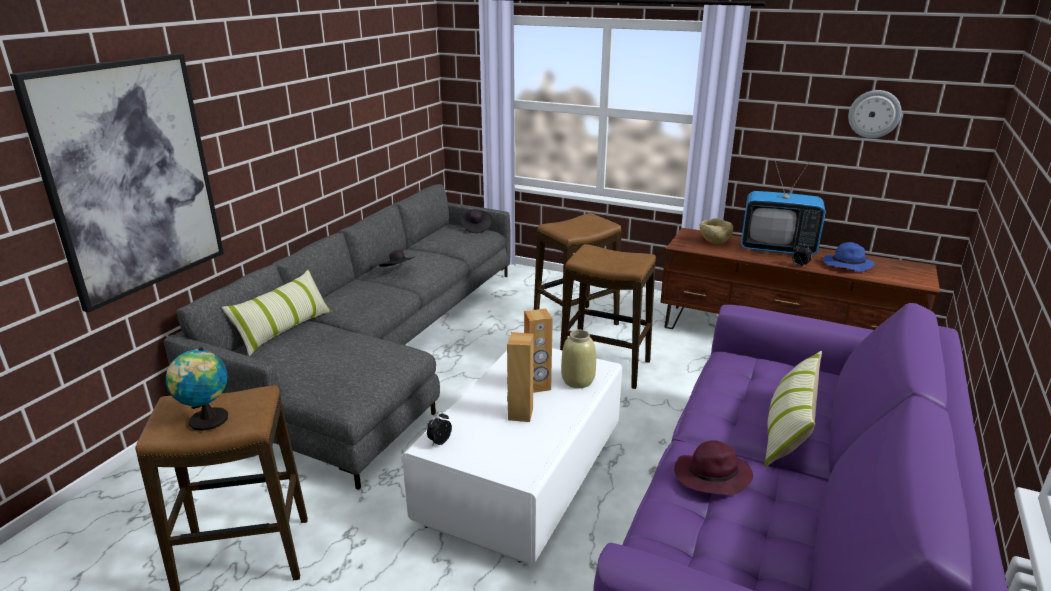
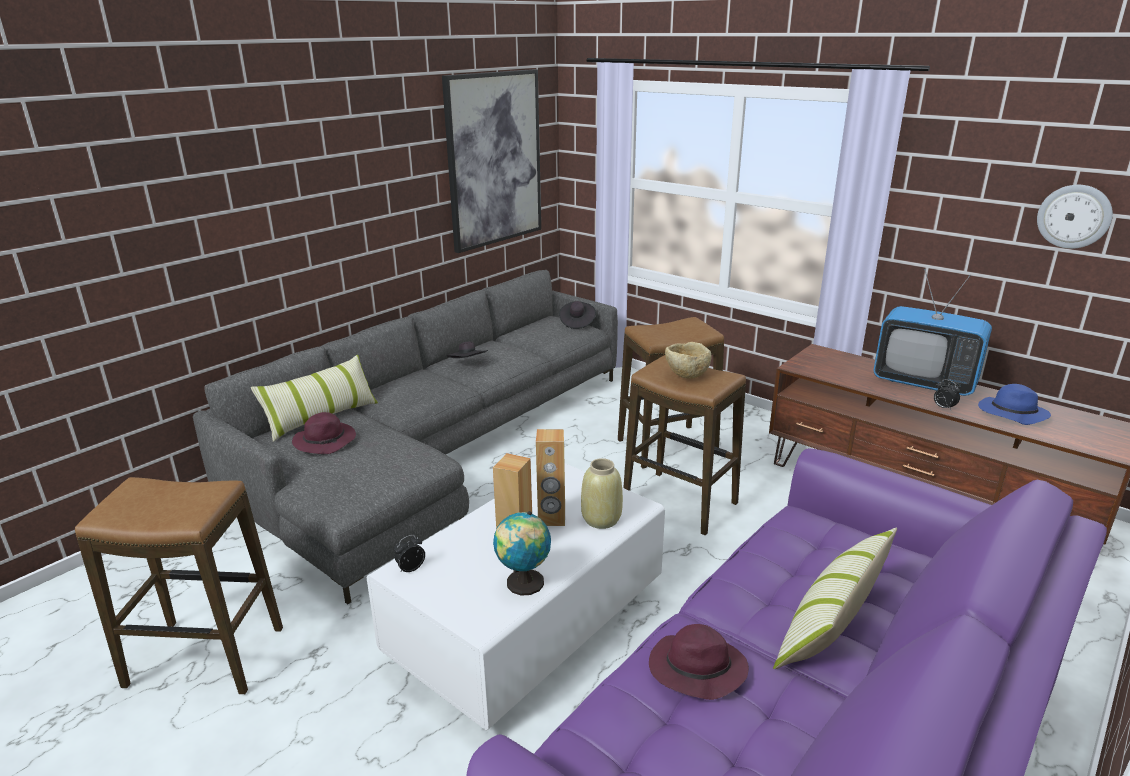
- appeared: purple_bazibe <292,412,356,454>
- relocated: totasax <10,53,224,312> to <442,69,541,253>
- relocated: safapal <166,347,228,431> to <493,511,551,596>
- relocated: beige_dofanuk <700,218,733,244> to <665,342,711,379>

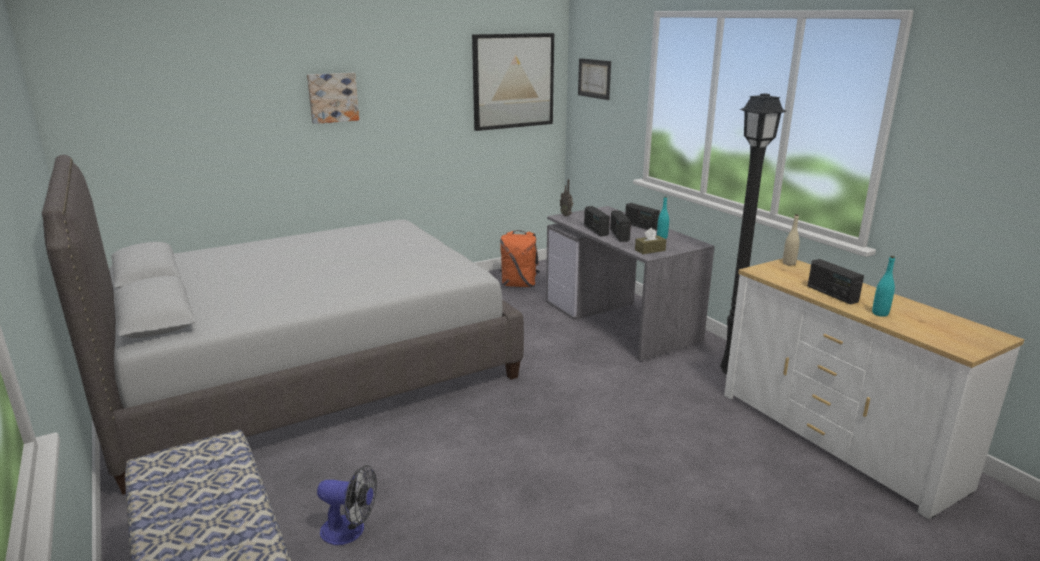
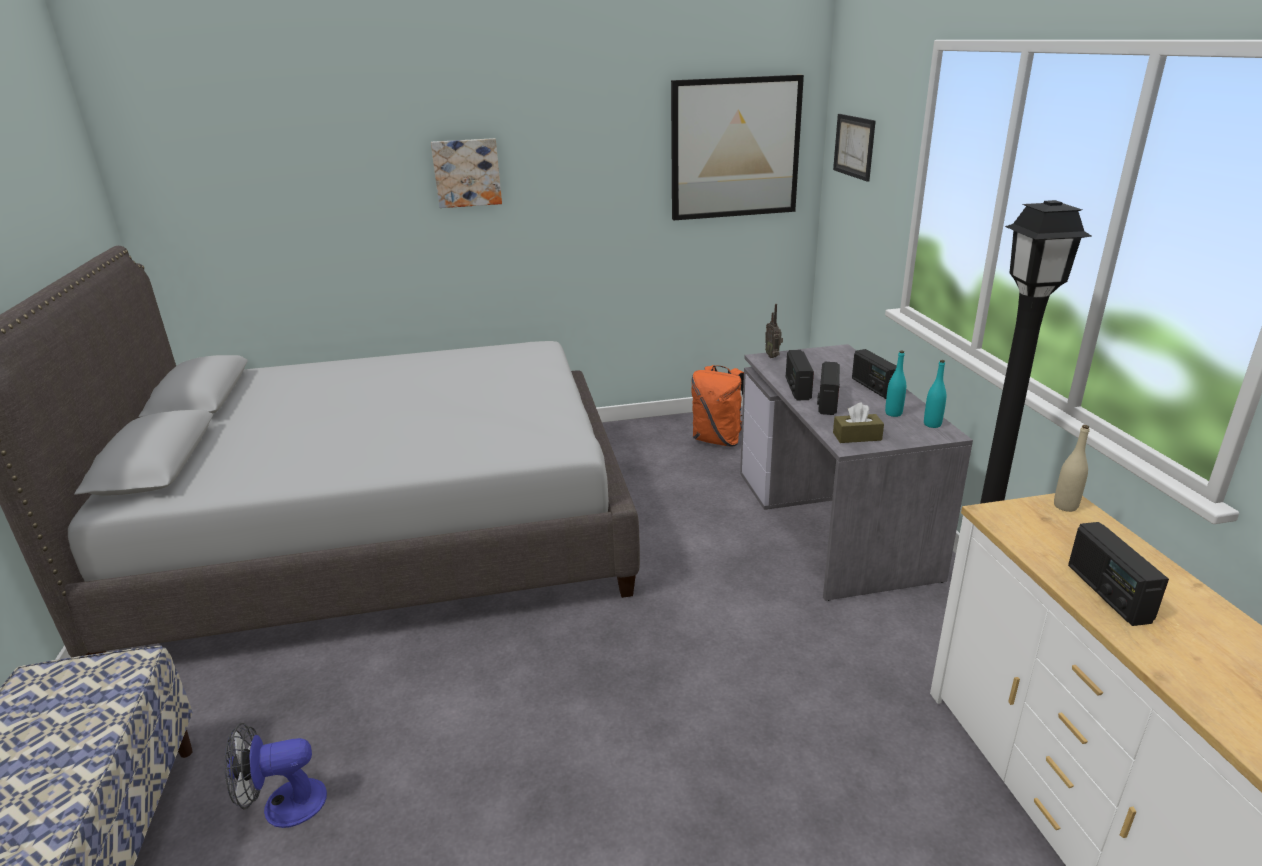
- relocated: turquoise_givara <872,256,895,317> to <924,360,946,428>
- spun: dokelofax <317,465,377,545> = <225,723,327,828> 135 degrees clockwise

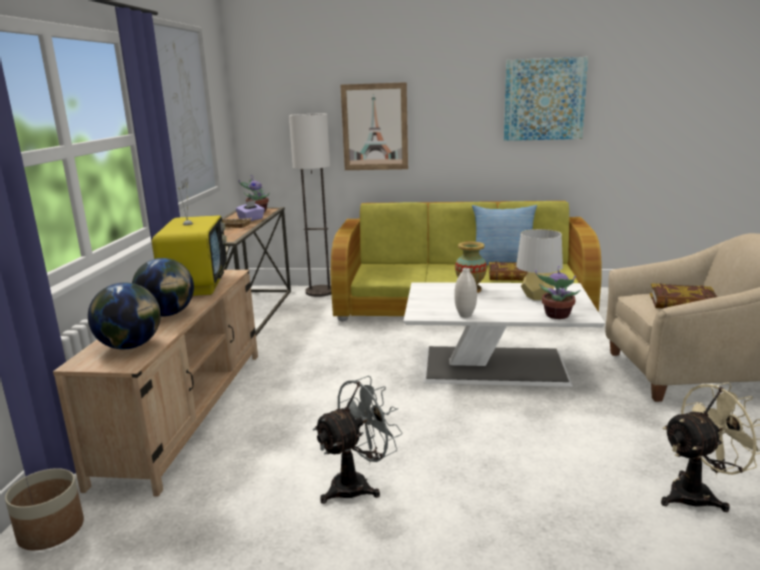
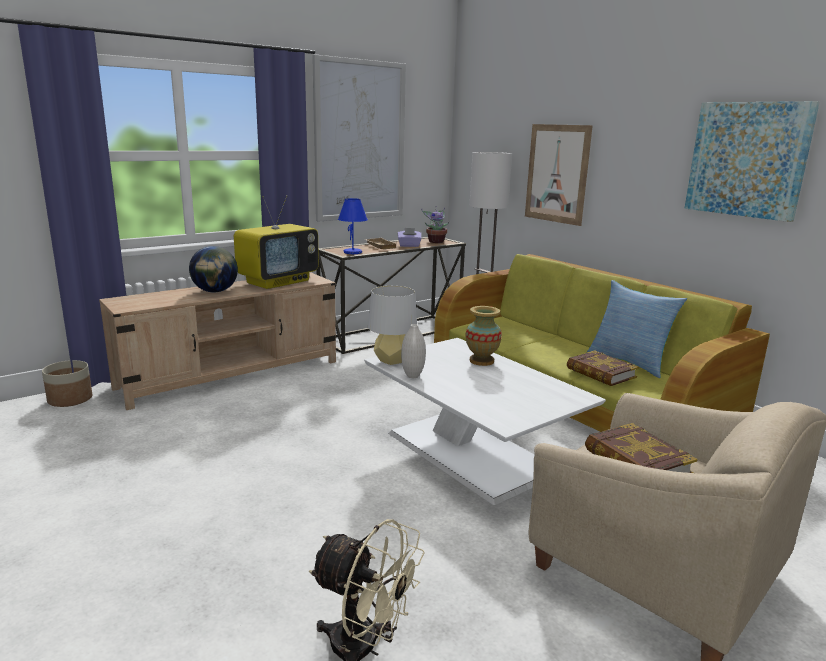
- missing: safapal <88,282,161,349>
- missing: grey_dokelofax <313,376,403,504>
- missing: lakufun <535,266,580,319>
- appeared: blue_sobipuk <338,198,368,254>
- relocated: grey_sobipuk <516,229,563,300> to <368,286,417,365>

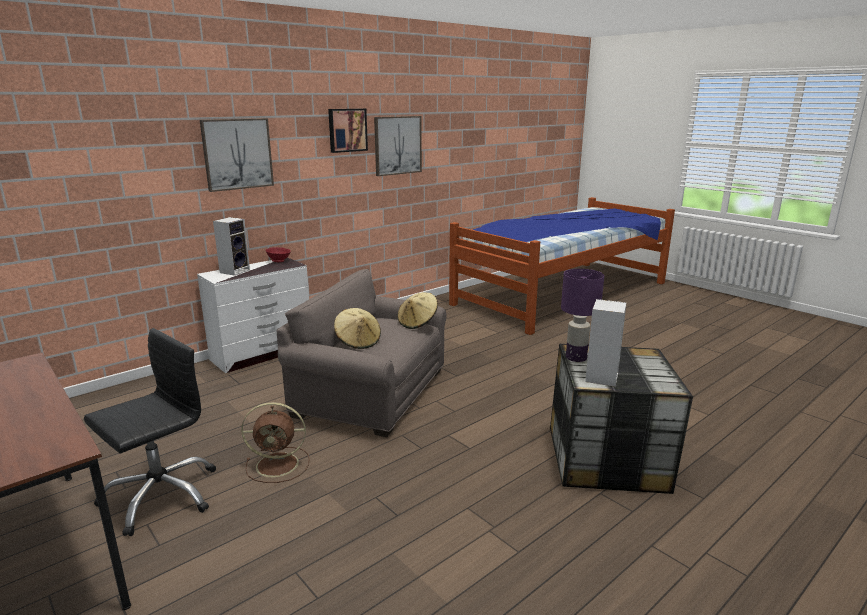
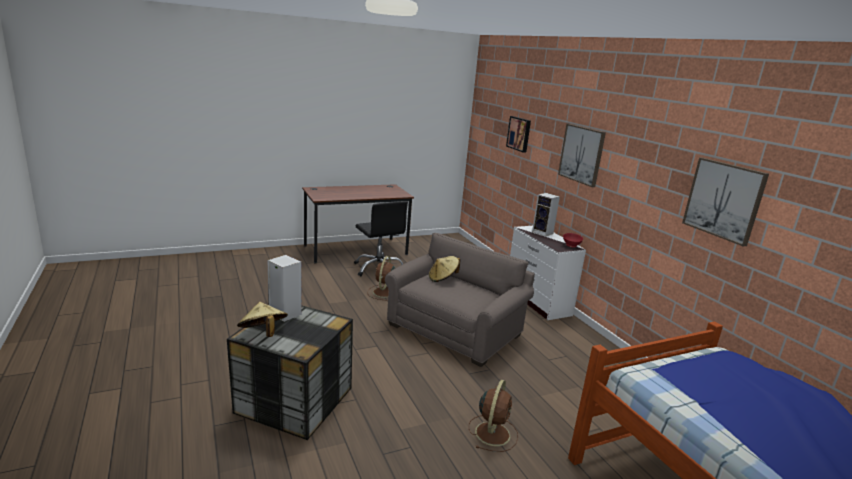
- missing: purple_sobipuk <561,269,604,362>
- appeared: brown_dokelofax <469,380,518,452>
- relocated: totasax <328,108,368,153> to <506,116,531,152>
- relocated: beige_bazibe <398,292,438,329> to <237,302,288,337>

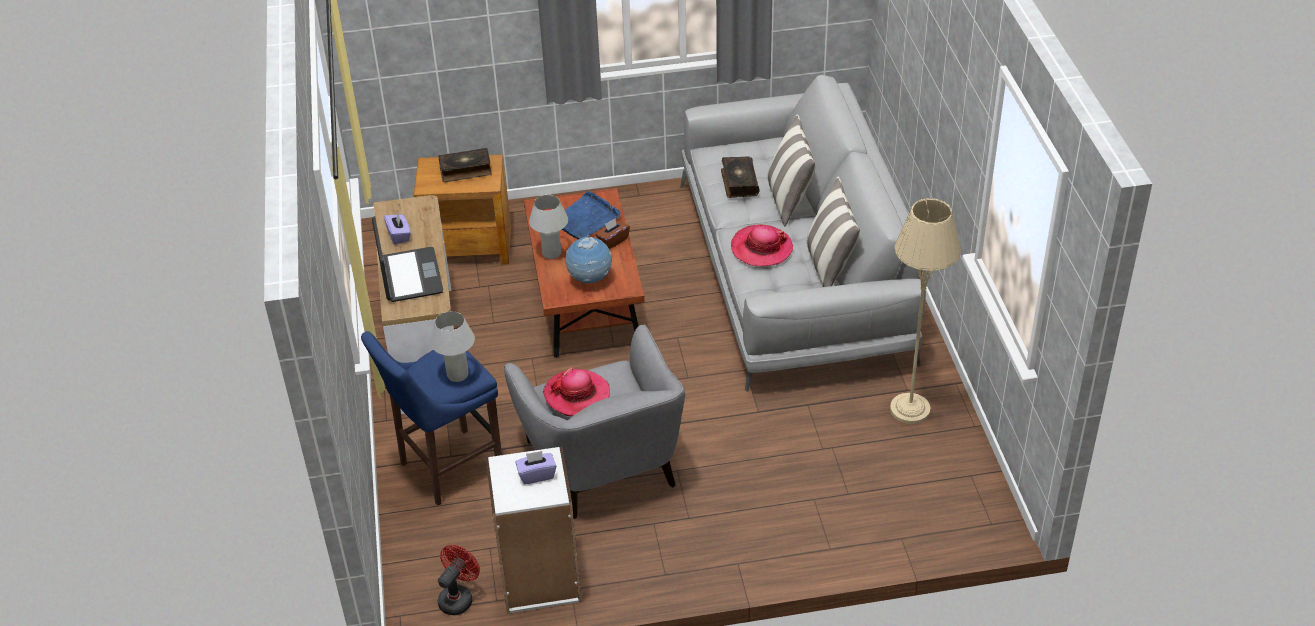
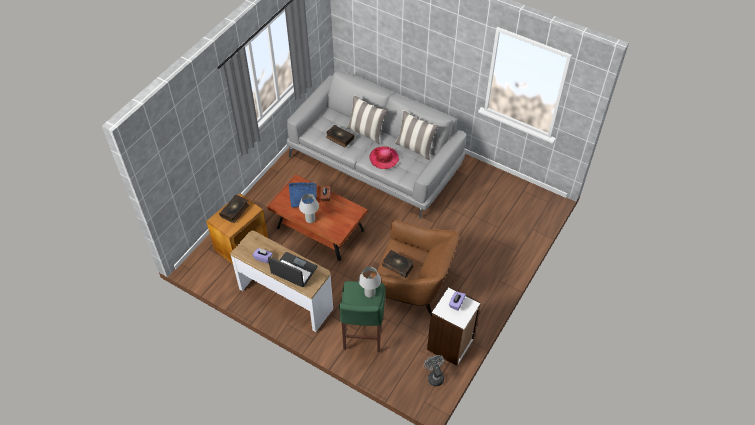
- missing: safapal <566,237,612,283>
- missing: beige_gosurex <890,198,961,424>
- exchanged: bazibe <543,367,610,416> to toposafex <382,250,414,278>
- colour: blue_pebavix <361,331,502,506> to green_pebavix <339,281,386,352>
- colour: red_dokelofax <438,545,480,615> to grey_dokelofax <424,355,444,386>
- colour: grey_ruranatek <504,324,685,519> to brown_ruranatek <369,219,459,314>

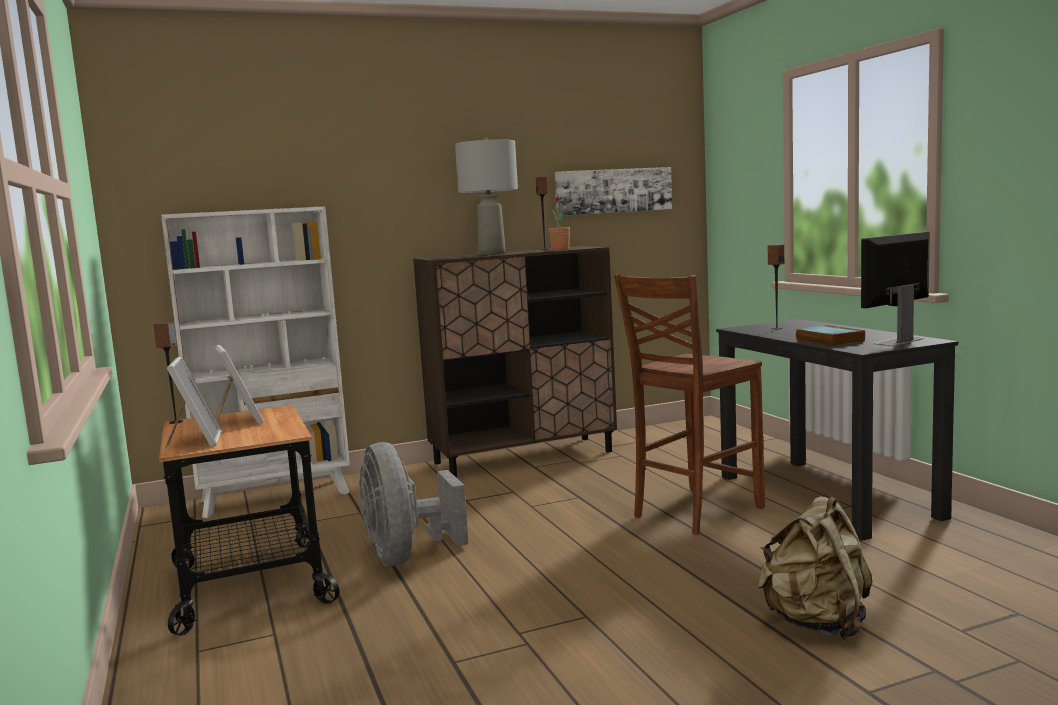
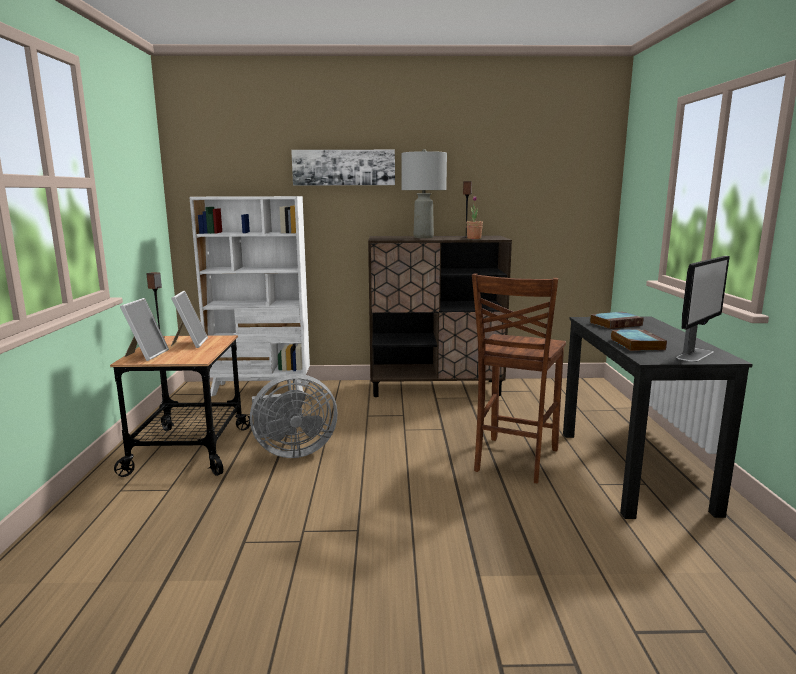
- missing: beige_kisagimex <757,496,873,640>
- relocated: totasax <555,167,672,216> to <291,150,395,186>
- exchanged: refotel <768,244,784,329> to toposafex <590,312,644,329>
- spun: grey_dokelofax <359,442,469,566> = <250,374,338,458> 105 degrees counterclockwise
- spun: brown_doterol <614,274,765,535> = <472,273,566,483> 45 degrees counterclockwise
- spun: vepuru <861,232,930,346> = <676,256,730,362> 150 degrees clockwise

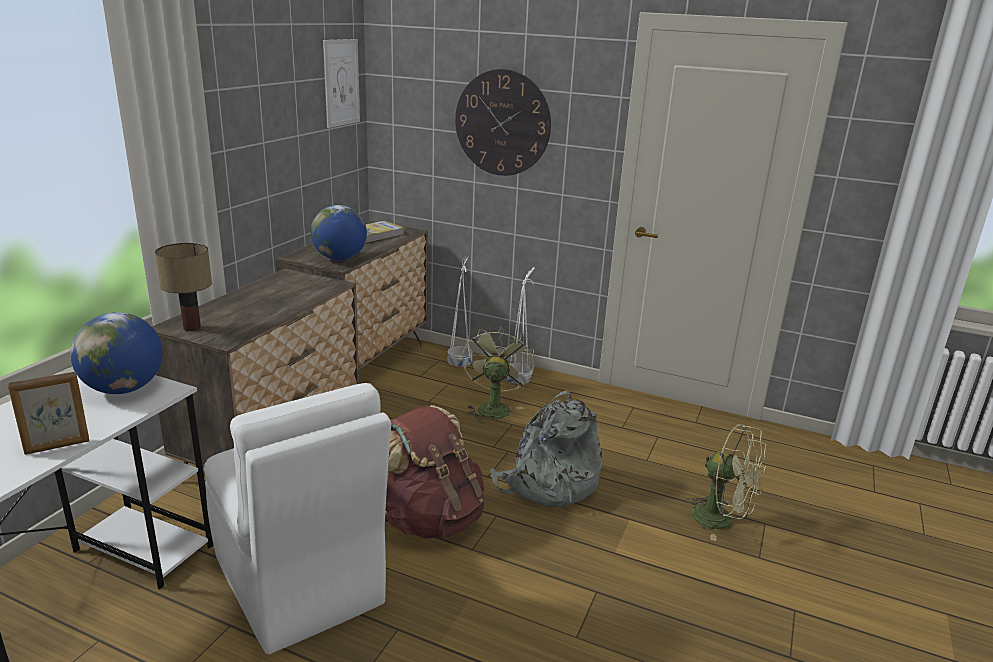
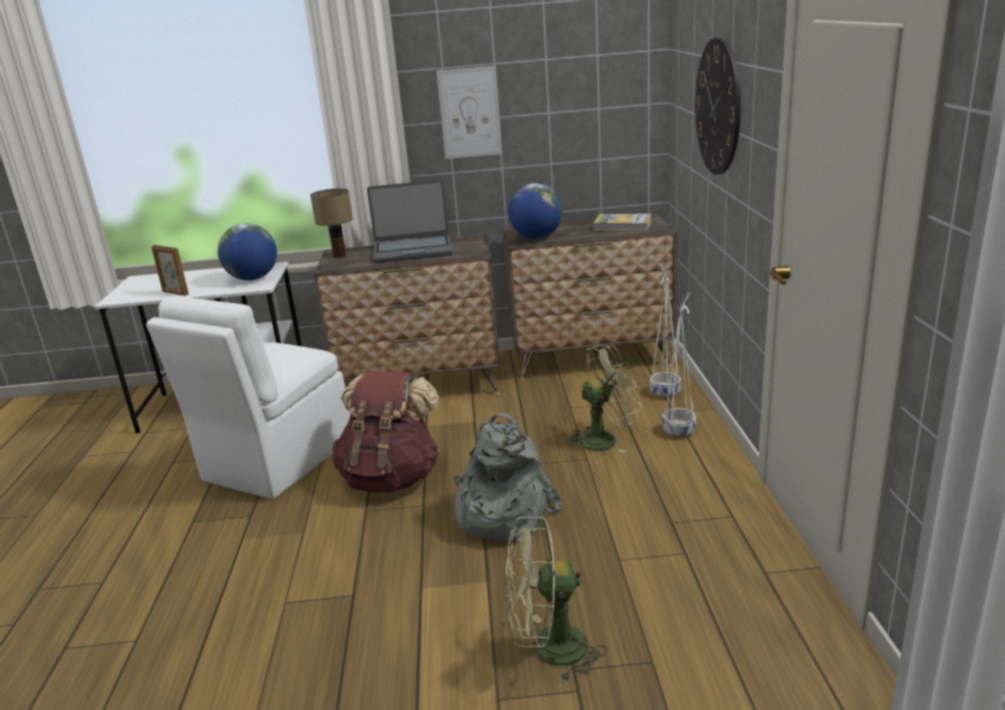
- appeared: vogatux <367,179,453,263>
- relocated: totasax <323,39,360,128> to <436,66,502,159>
- spun: green_dokelofax <685,424,767,541> = <505,516,607,682> 75 degrees clockwise

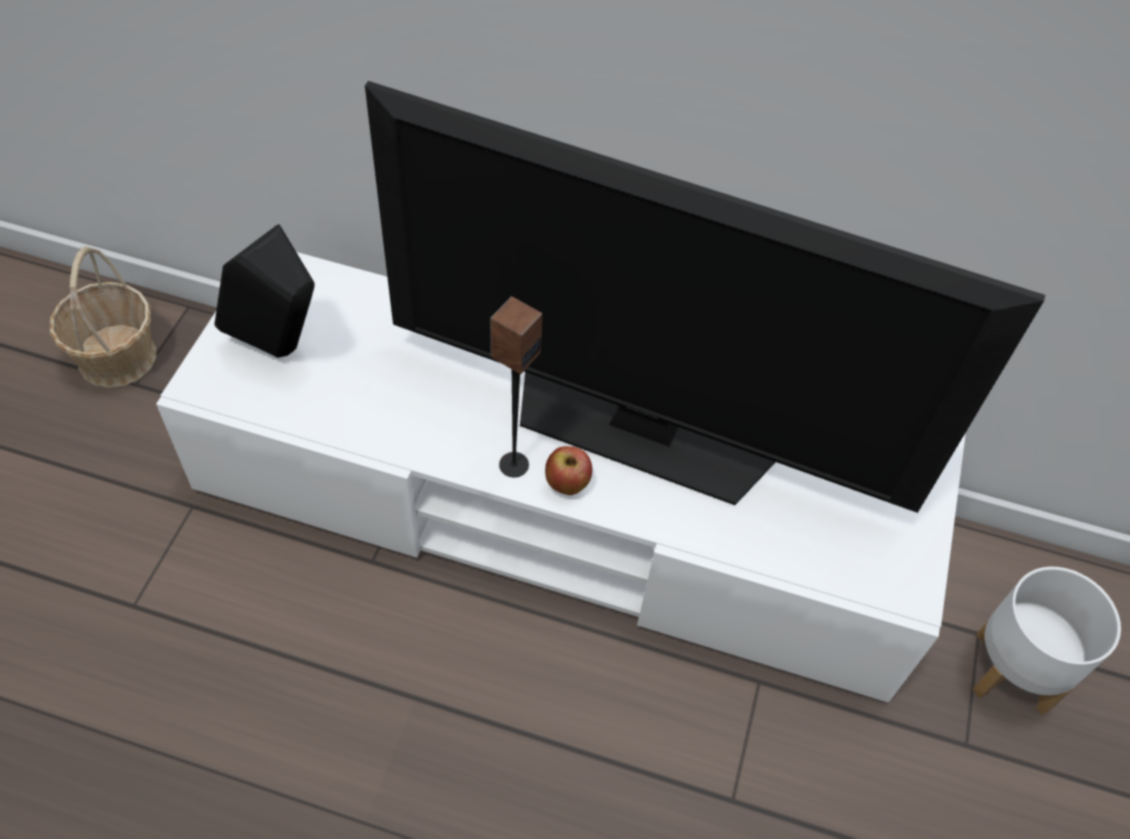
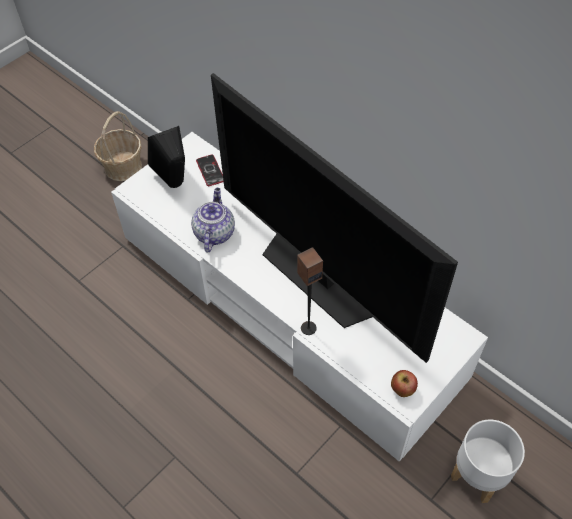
- appeared: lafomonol <191,188,235,252>
- appeared: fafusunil <196,155,224,186>
- relocated: refotel <490,296,543,477> to <297,247,323,335>
- relocated: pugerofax <545,446,592,495> to <391,370,418,397>

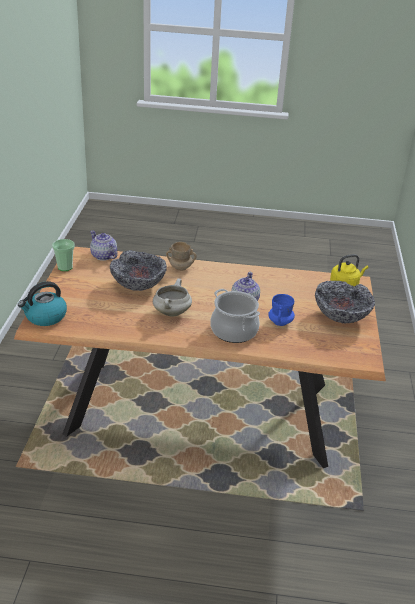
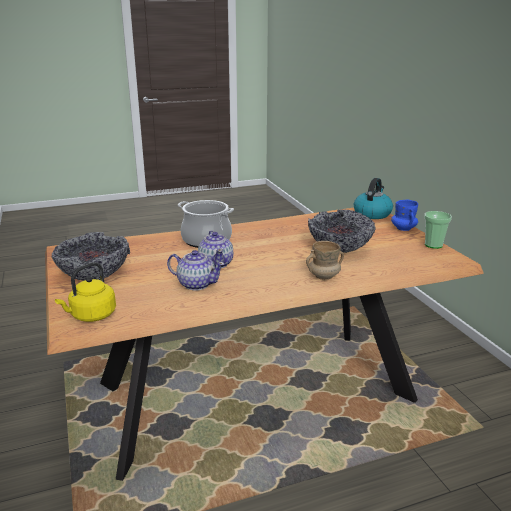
- missing: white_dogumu <153,278,192,317>
- relocated: lafomonol <90,231,118,261> to <167,250,225,290>
- relocated: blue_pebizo <268,294,295,326> to <391,200,418,231>

